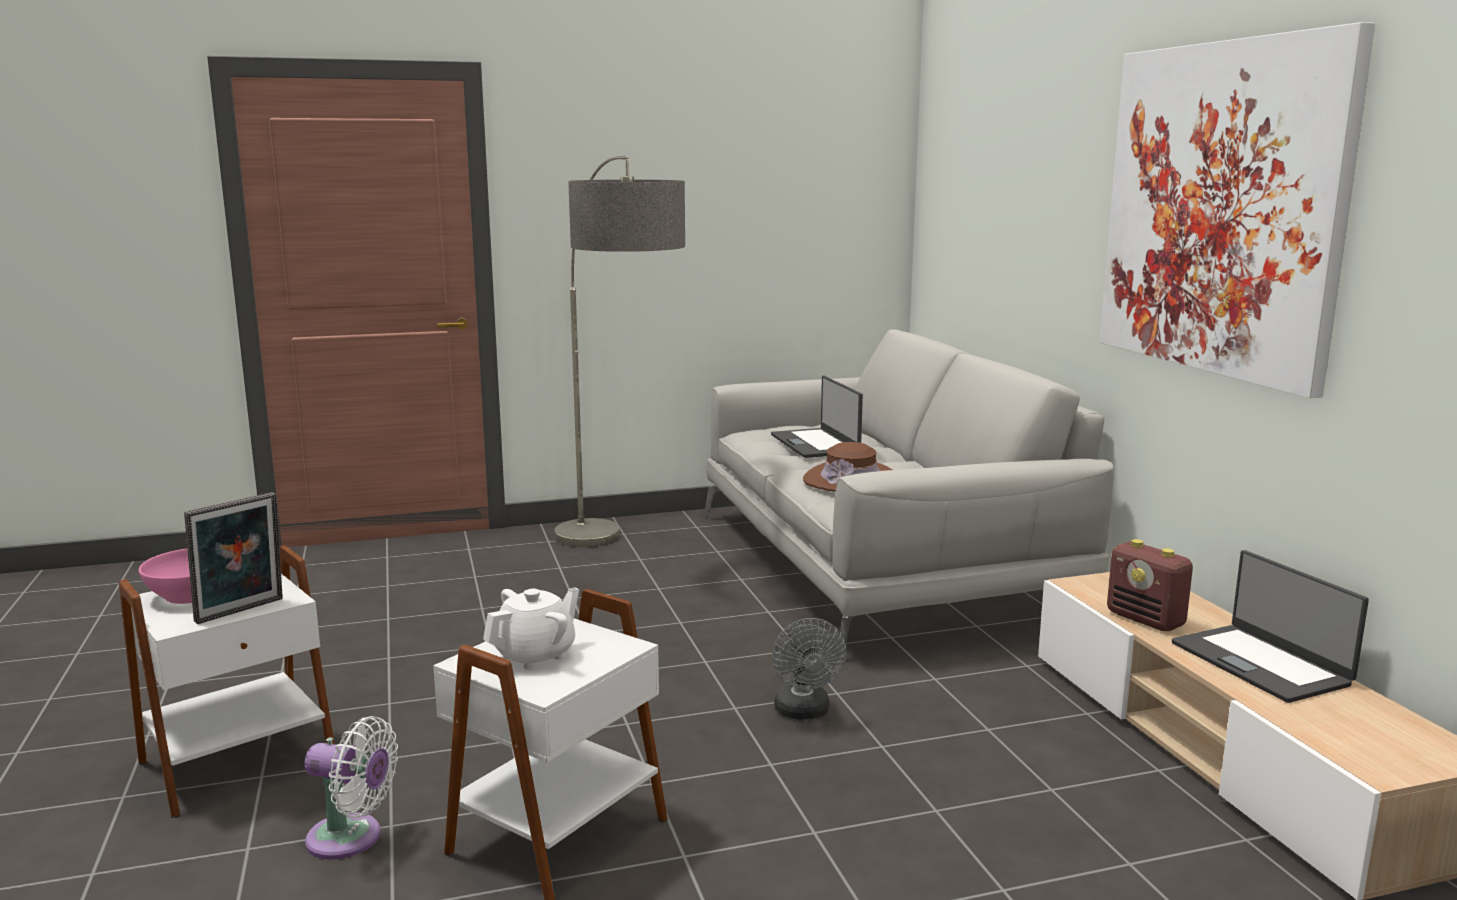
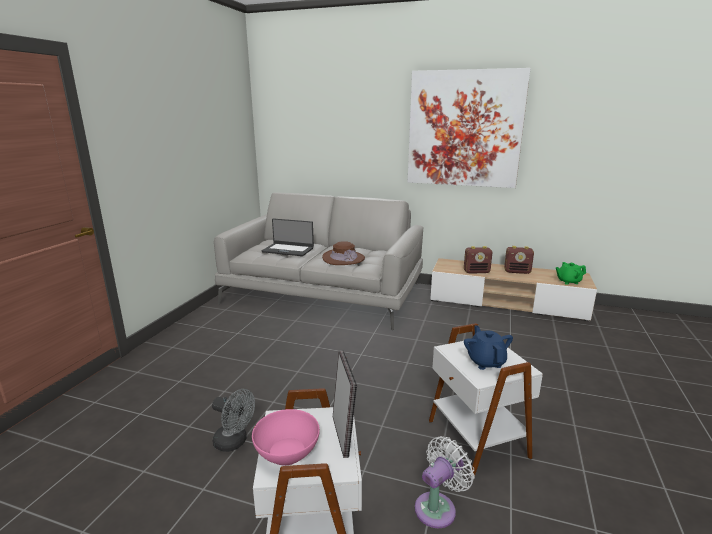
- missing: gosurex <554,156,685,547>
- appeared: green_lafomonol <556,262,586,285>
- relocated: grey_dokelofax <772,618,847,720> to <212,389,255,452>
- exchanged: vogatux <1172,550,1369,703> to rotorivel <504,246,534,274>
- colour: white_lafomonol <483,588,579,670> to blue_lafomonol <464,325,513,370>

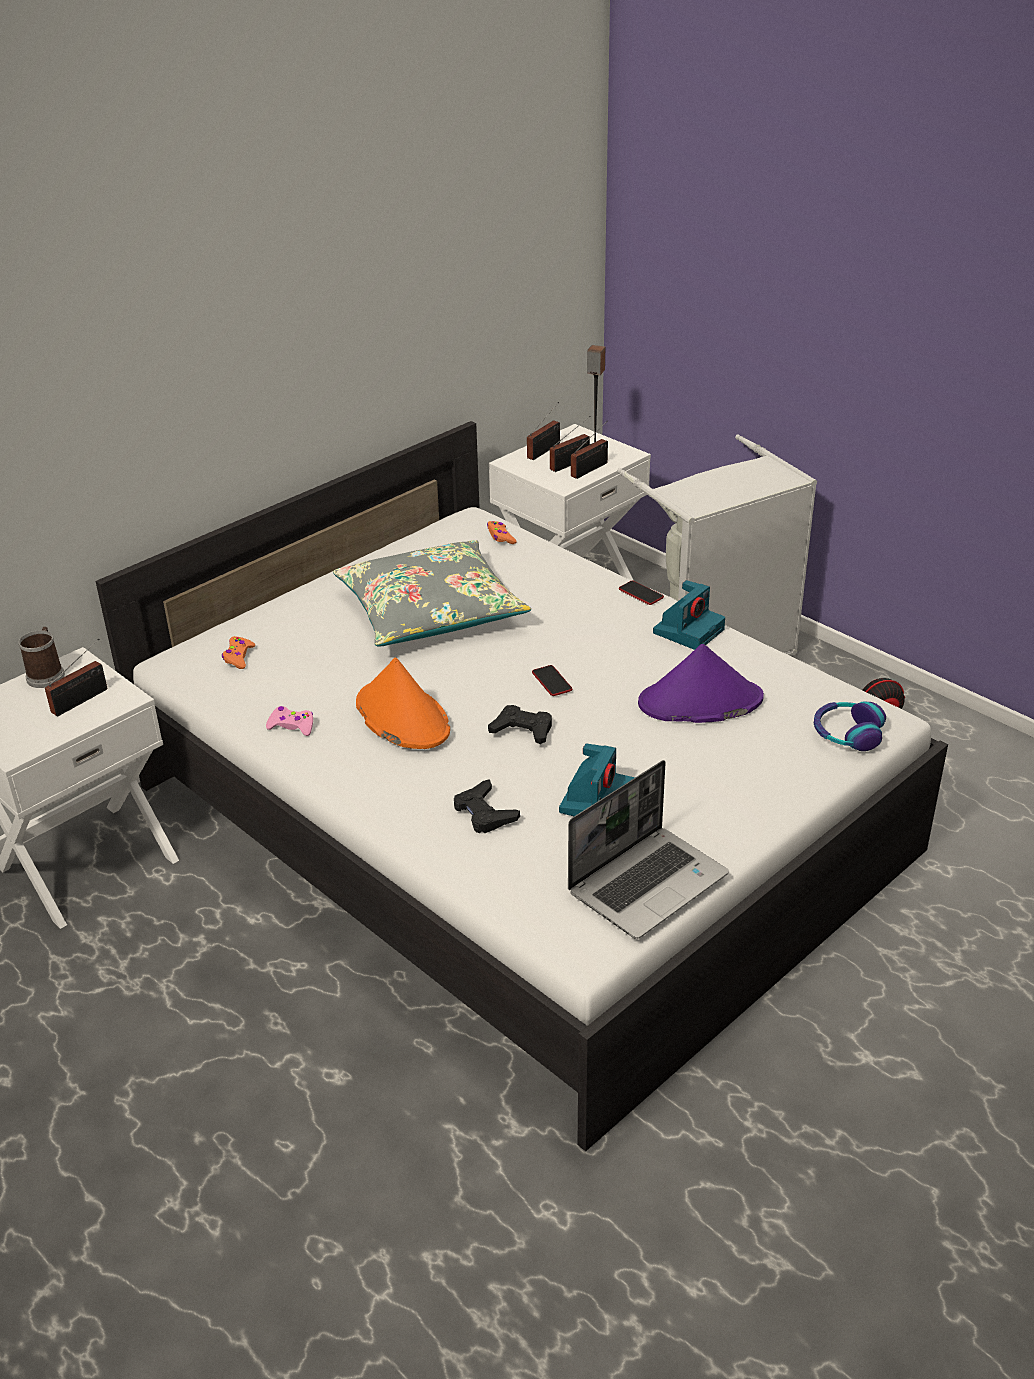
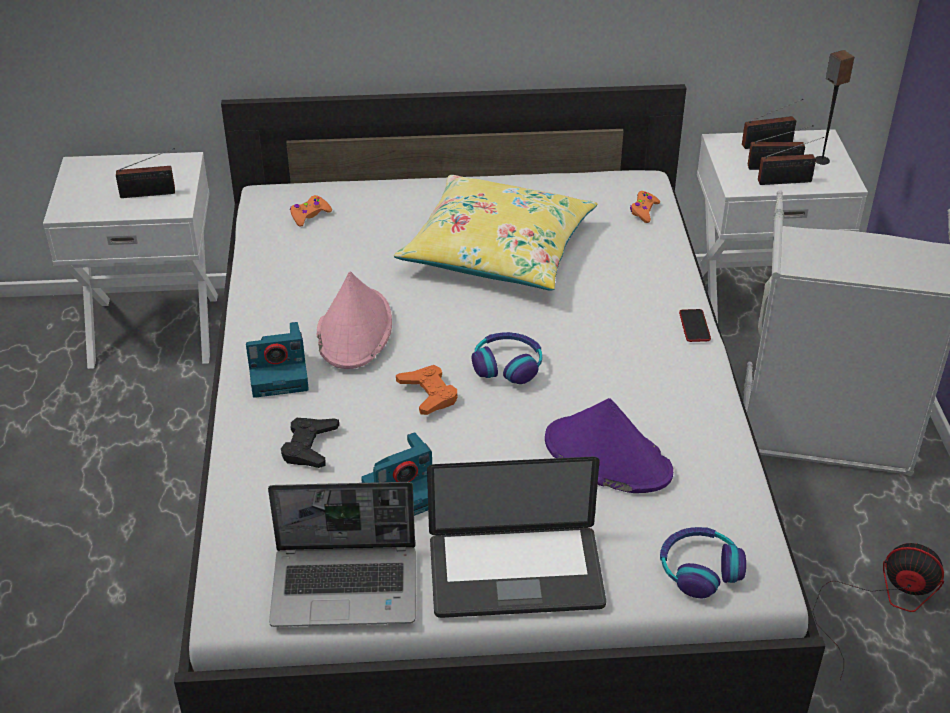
- missing: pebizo <19,627,65,688>
- missing: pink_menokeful <266,706,313,736>
- appeared: vogatux <427,457,606,618>
- relocated: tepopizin <653,580,725,650> to <246,322,309,398>
- exchanged: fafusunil <532,665,572,696> to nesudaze <472,332,542,384>
- colour: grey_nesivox <333,540,531,647> to yellow_nesivox <394,175,597,291>
- colour: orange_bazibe <356,657,450,749> to pink_bazibe <317,272,392,369>
- colour: black_menokeful <488,705,552,744> to orange_menokeful <396,365,457,415>

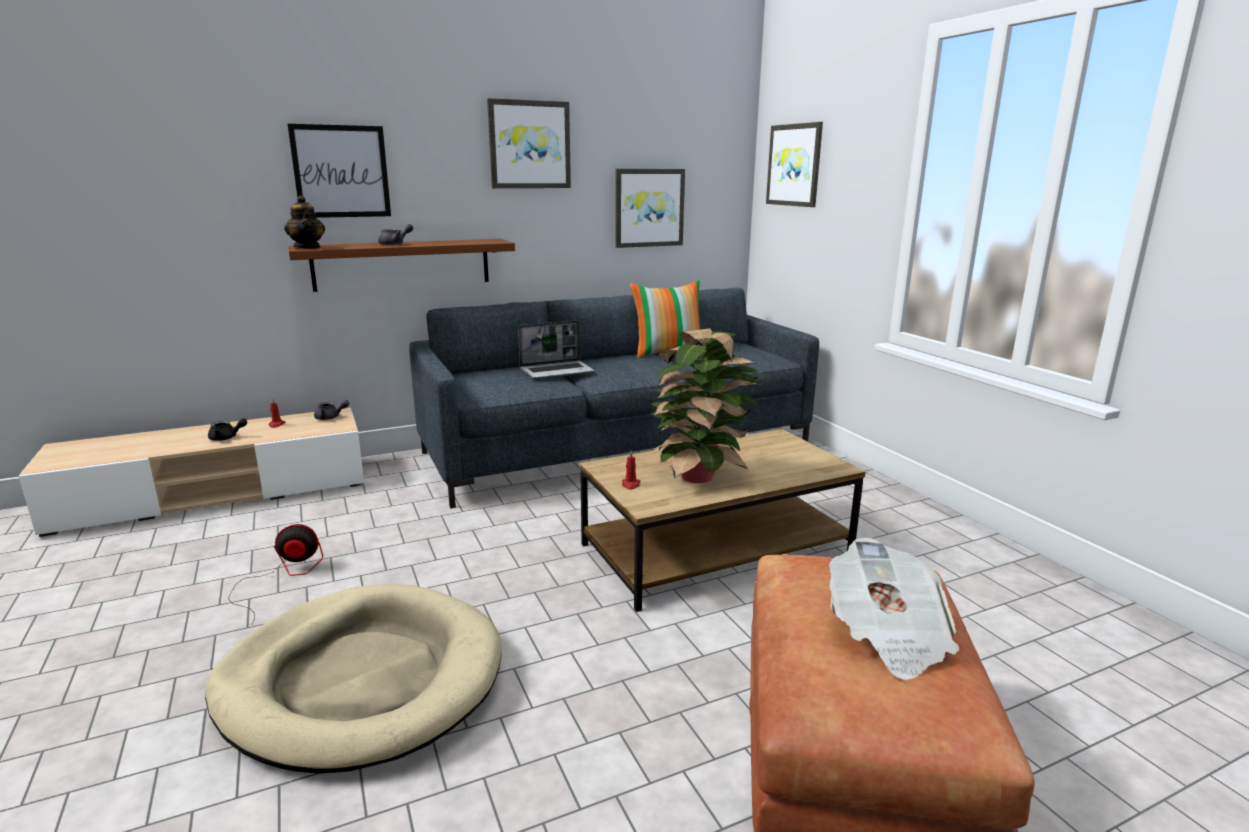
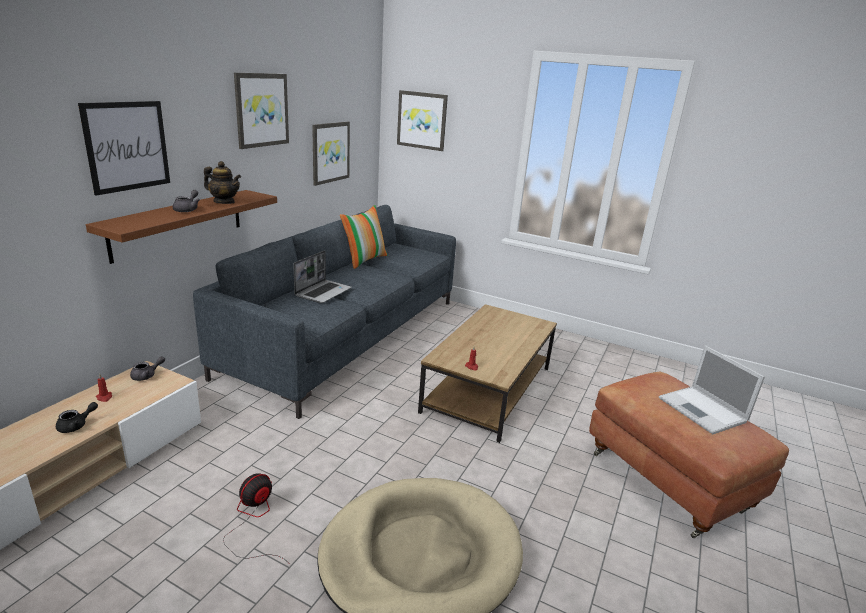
- missing: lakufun <650,328,761,483>
- relocated: lafomonol <284,195,325,248> to <204,161,241,204>
- exchanged: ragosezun <829,538,960,680> to vogatux <659,345,765,434>

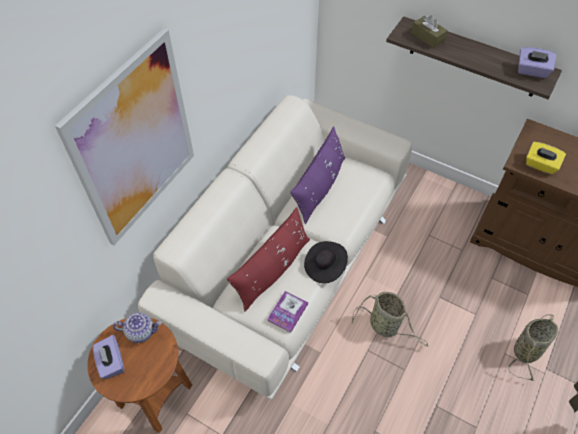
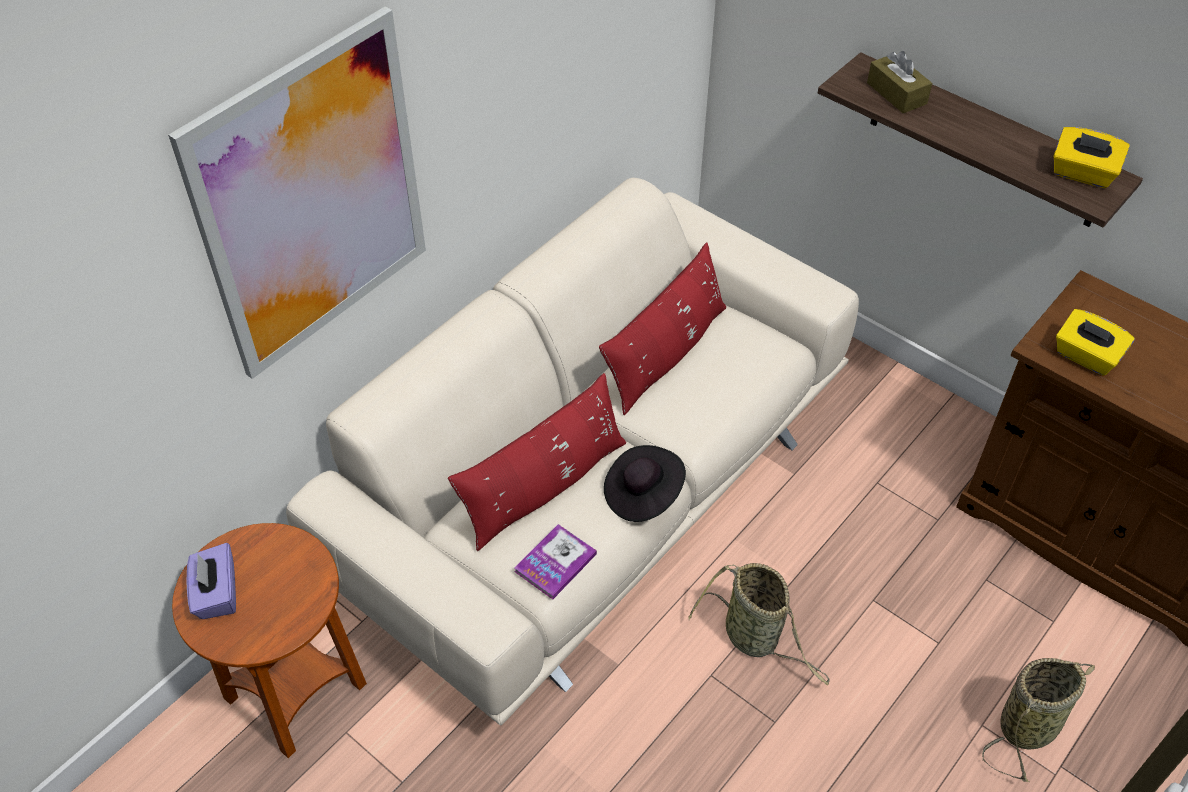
- missing: lafomonol <113,313,162,343>
- colour: purple_nesivox <290,126,345,224> to red_nesivox <599,242,726,415>
- colour: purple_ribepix <518,47,556,78> to yellow_ribepix <1054,127,1130,188>

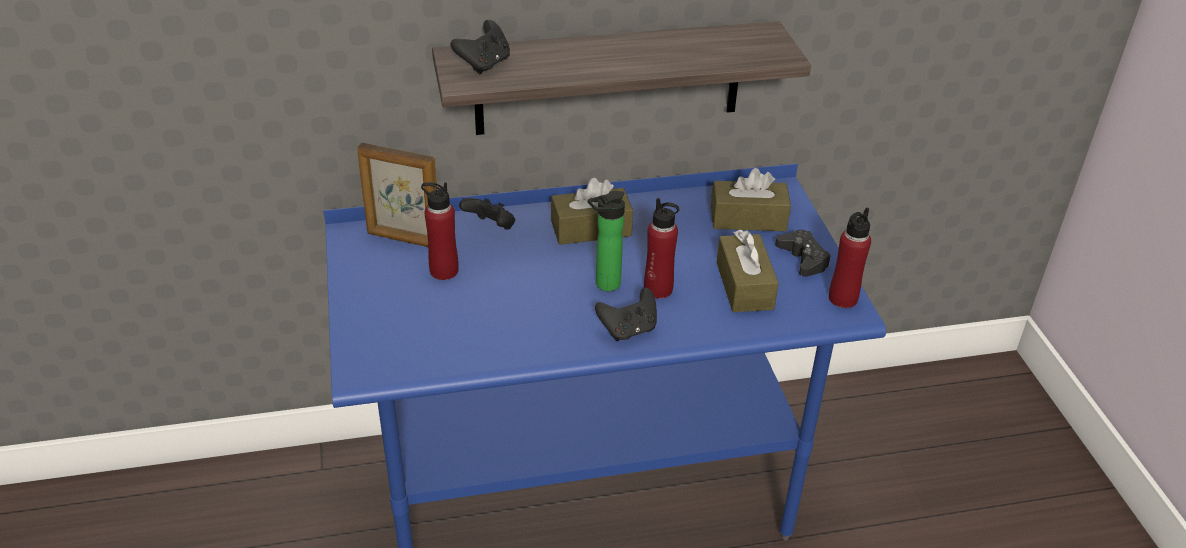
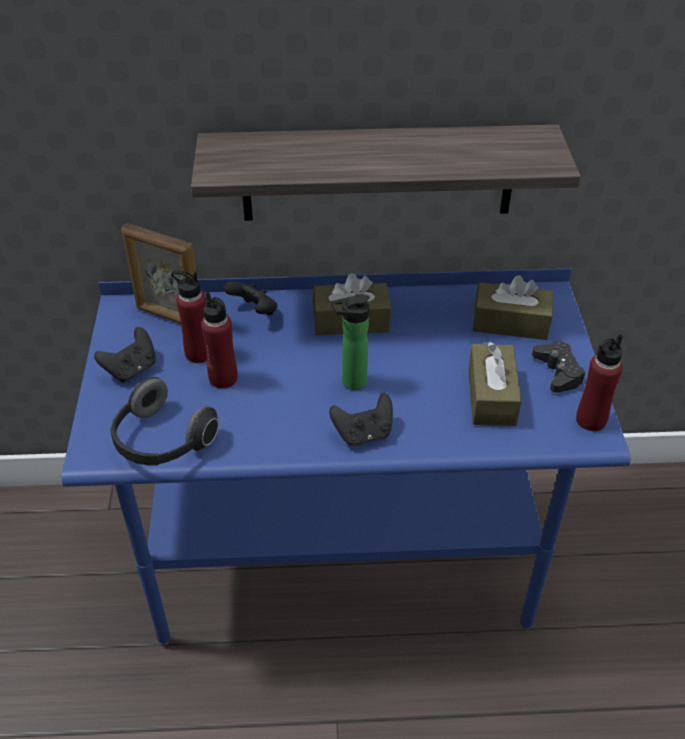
- appeared: nesudaze <111,377,219,466>
- relocated: black_menokeful <450,20,510,74> to <94,327,156,383>
- relocated: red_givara <644,198,679,299> to <201,292,238,388>

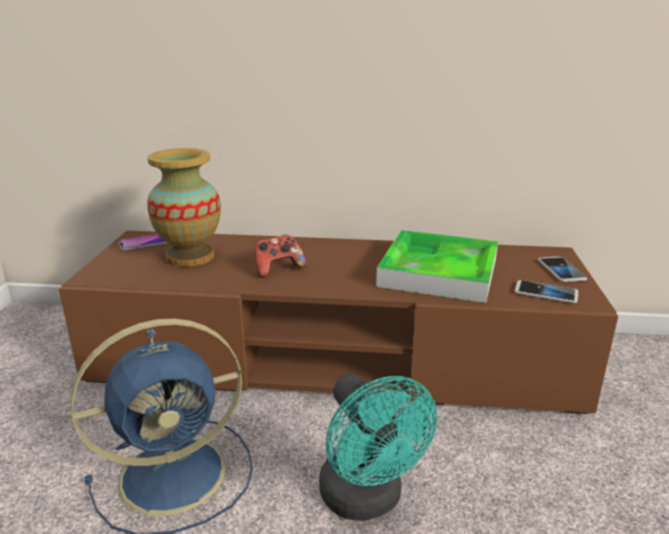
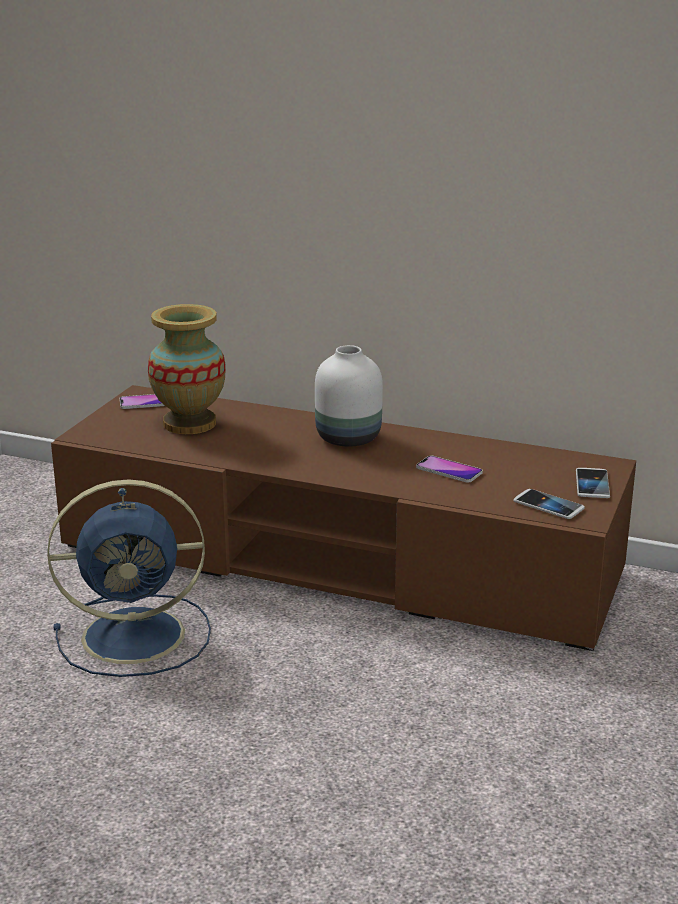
- missing: menokeful <254,234,306,278>
- missing: turquoise_dokelofax <319,374,437,521>
- appeared: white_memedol <315,345,383,447>
- exchanged: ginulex <376,230,498,303> to fafusunil <416,456,483,483>

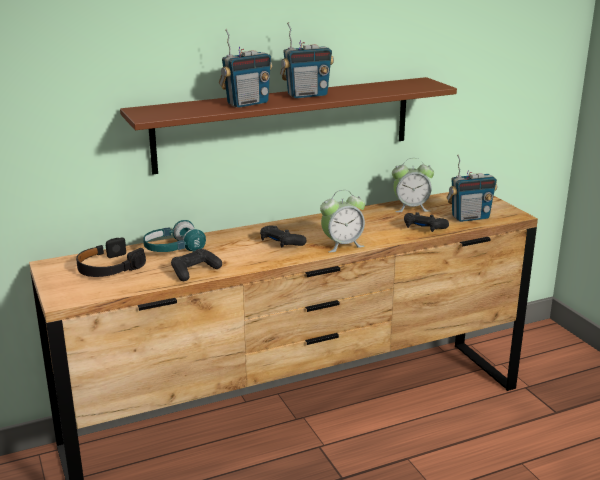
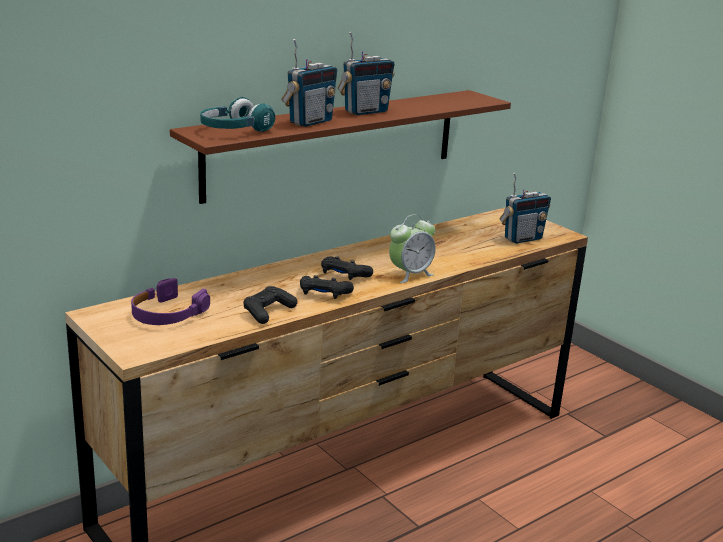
- missing: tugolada <392,158,434,212>
- relocated: turquoise_nesudaze <143,220,206,252> to <200,97,275,132>
- relocated: black_menokeful <404,212,449,232> to <300,275,354,299>
- colour: black_nesudaze <76,237,146,277> to purple_nesudaze <131,278,210,325>

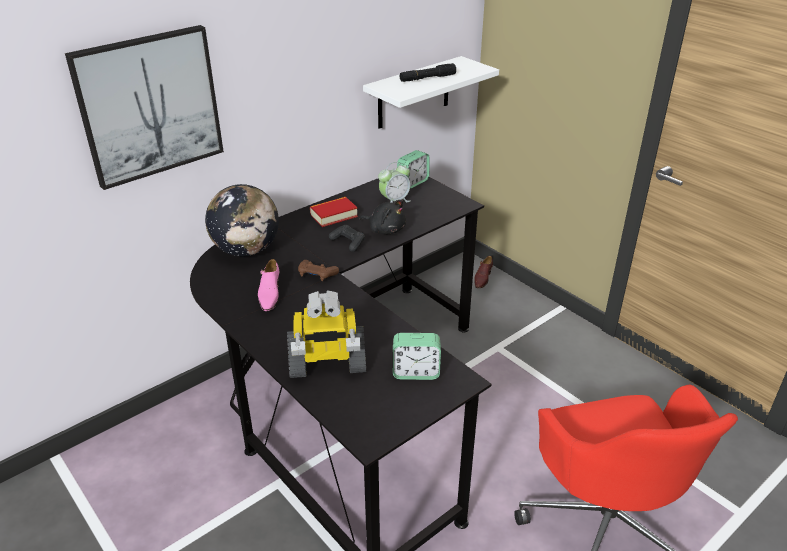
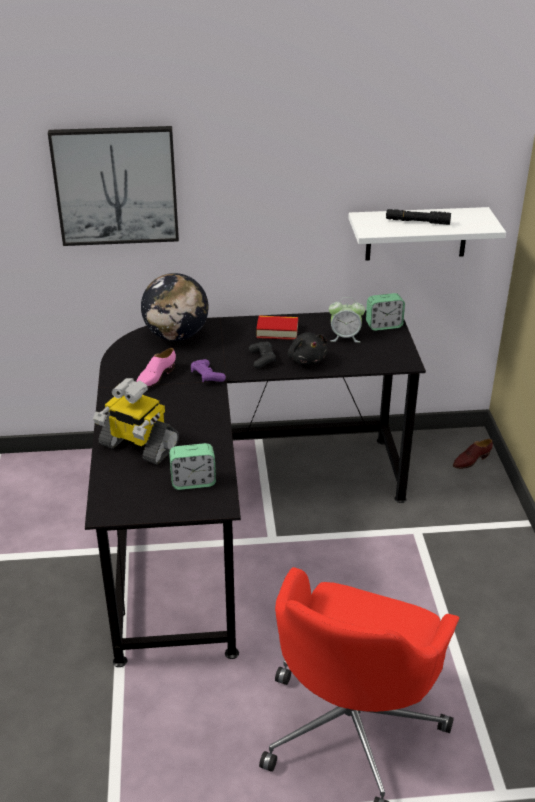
- colour: brown_menokeful <298,260,339,281> to purple_menokeful <191,359,226,382>
- spun: tugolada <393,333,441,380> = <169,443,216,490> 45 degrees counterclockwise

